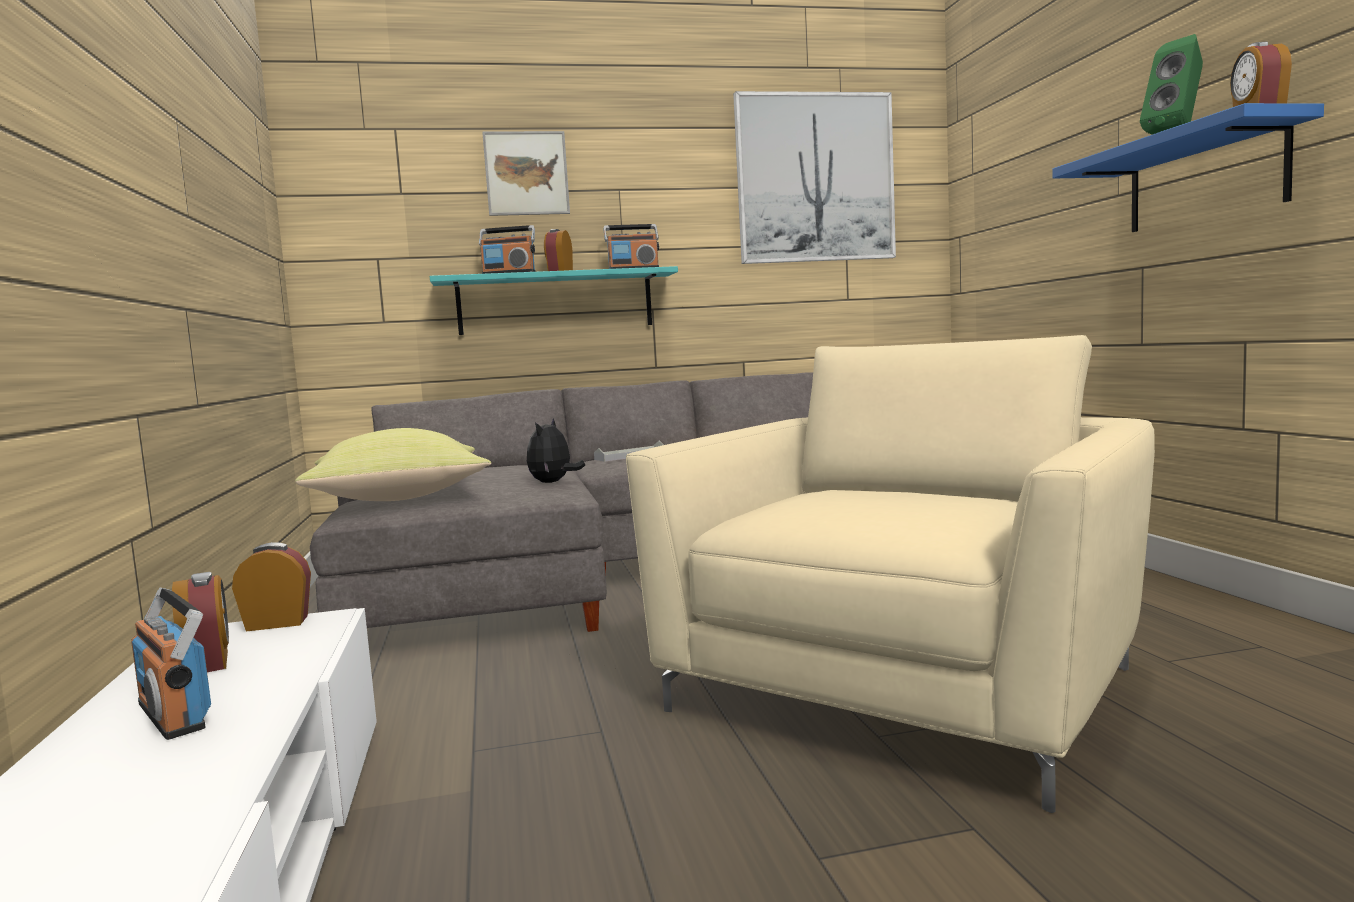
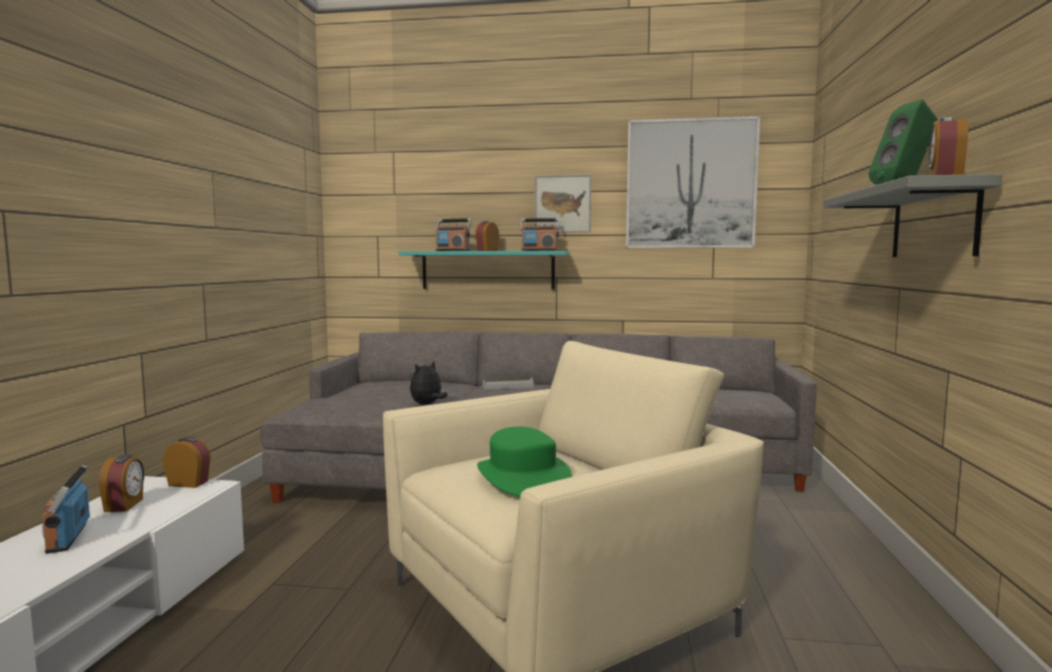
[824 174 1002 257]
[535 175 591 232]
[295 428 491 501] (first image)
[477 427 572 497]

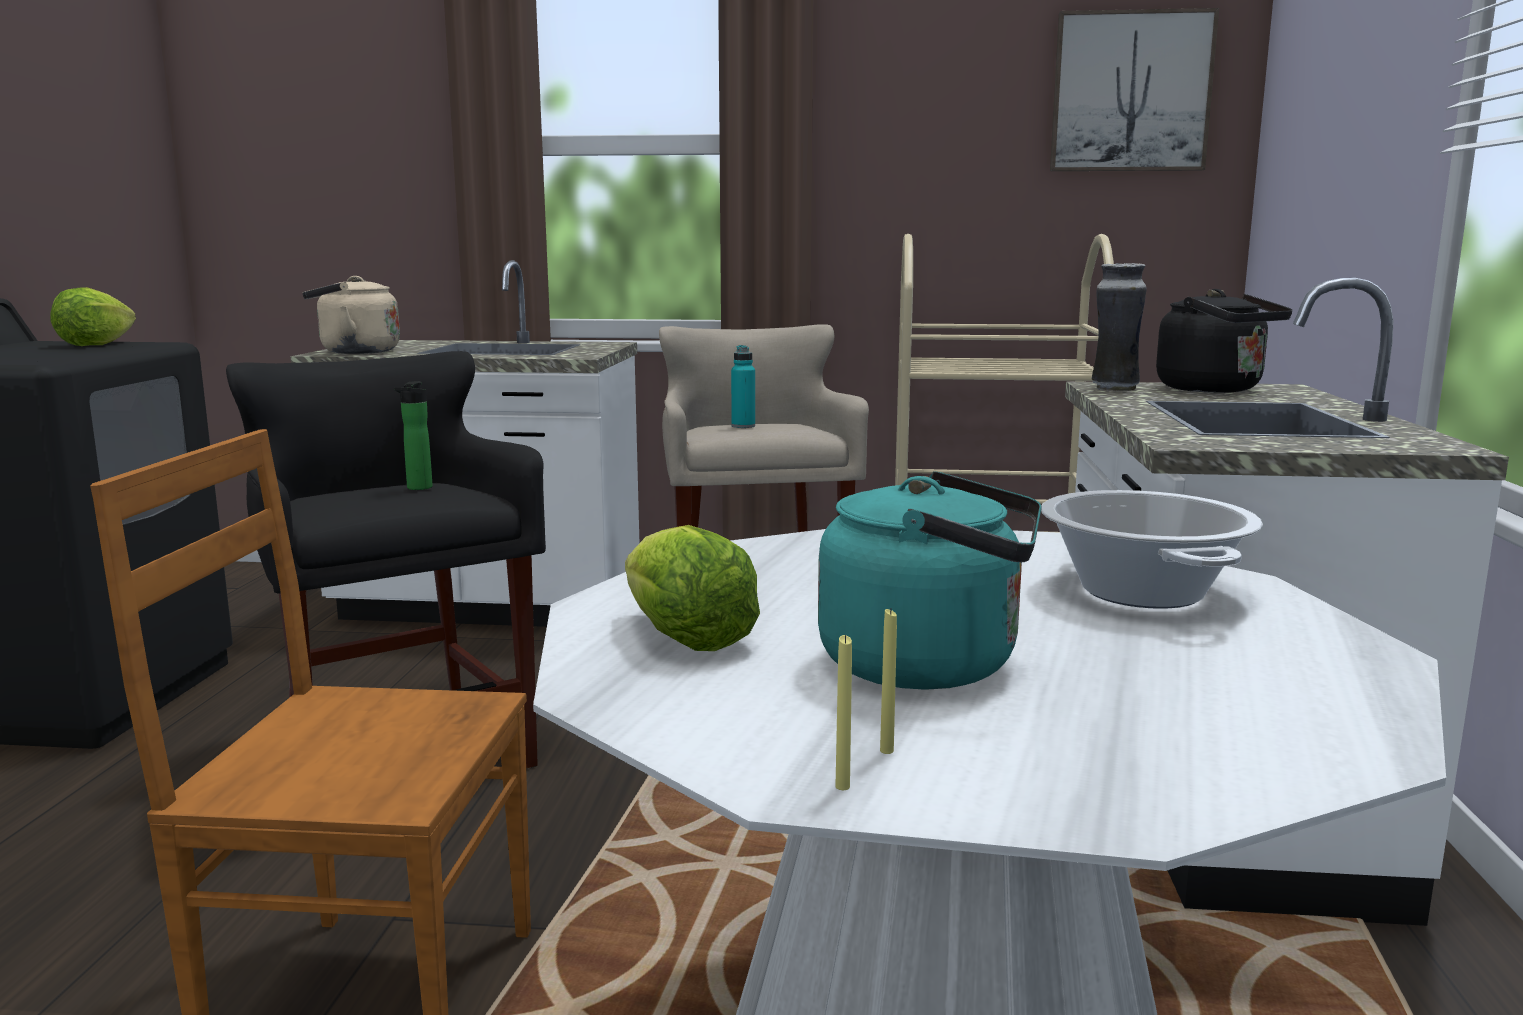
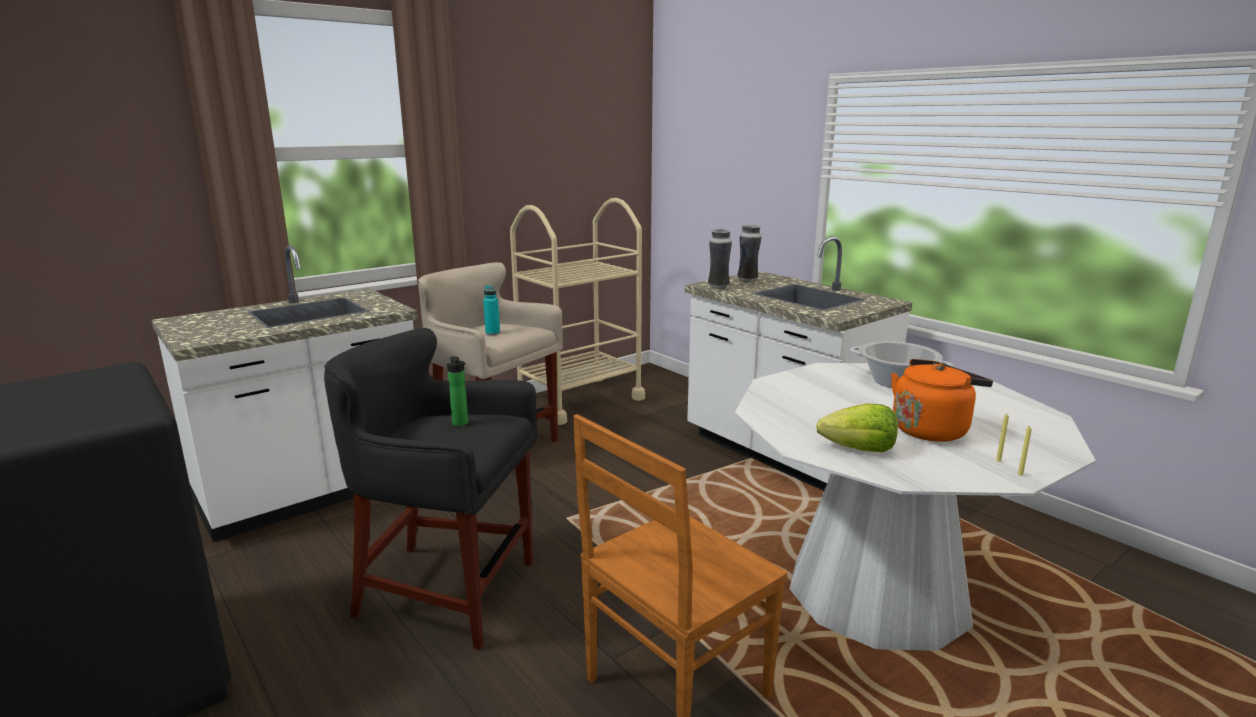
[1050 8 1219 171] (first image)
[303 276 400 354] (first image)
[50 287 136 346] (first image)
[737 225 761 282]
[891 359 993 442]

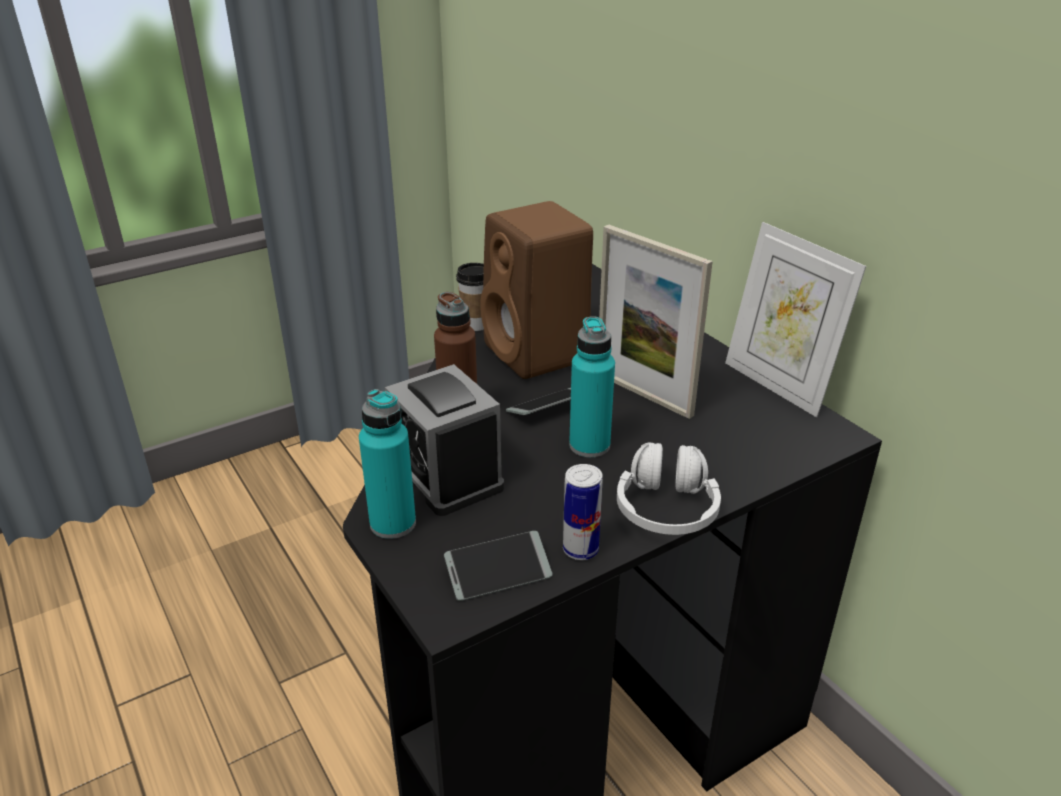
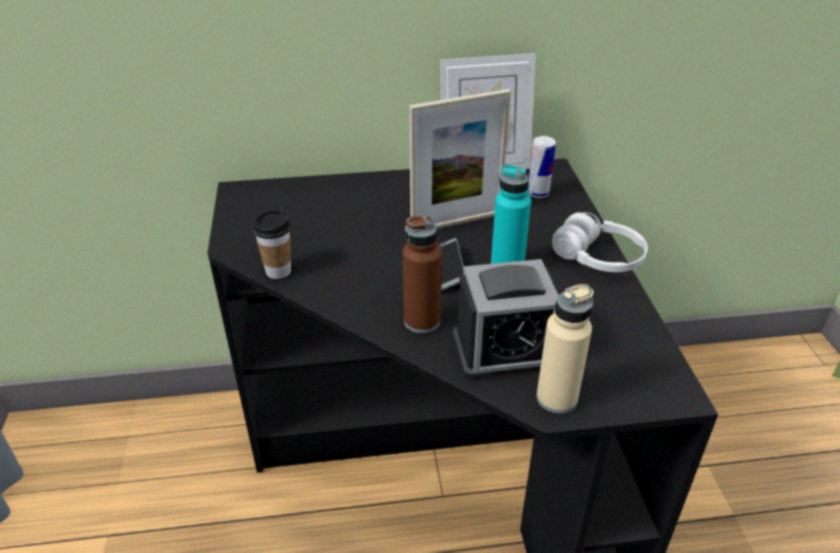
[480 201 593 379] (first image)
[536 284 594 414]
[528 136 556 198]
[444 531 553 601] (first image)

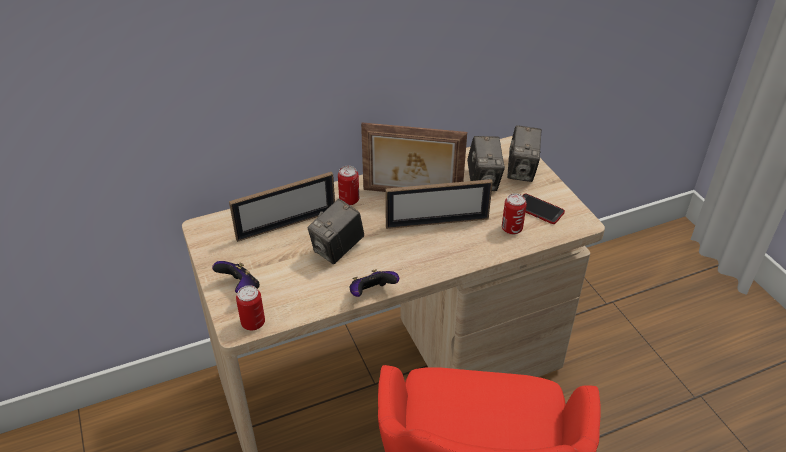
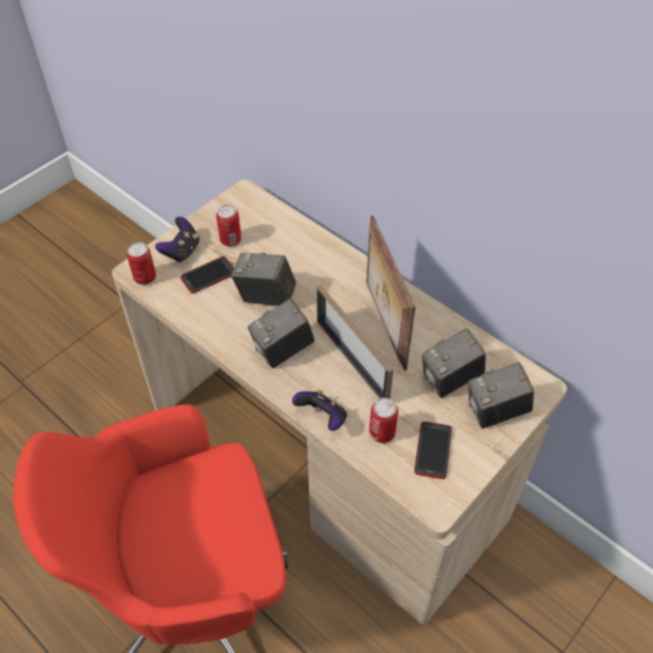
[216 205 241 247]
[229 172 335 242] (first image)
[292 389 347 431]
[180 256 234 294]
[248 299 315 368]

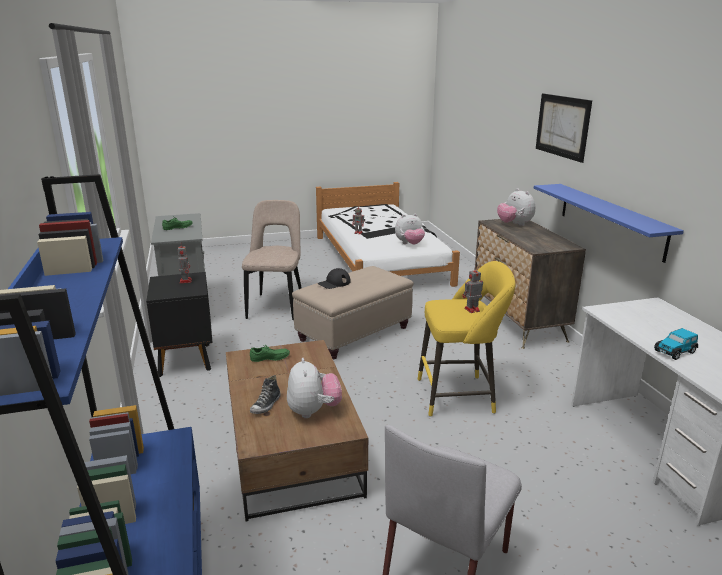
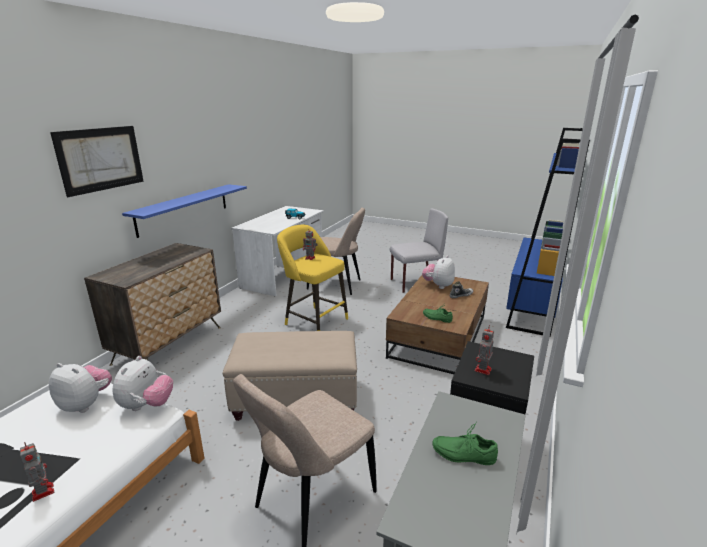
[112 356 173 411]
[318 268 350 289] (first image)
[307 208 365 295]

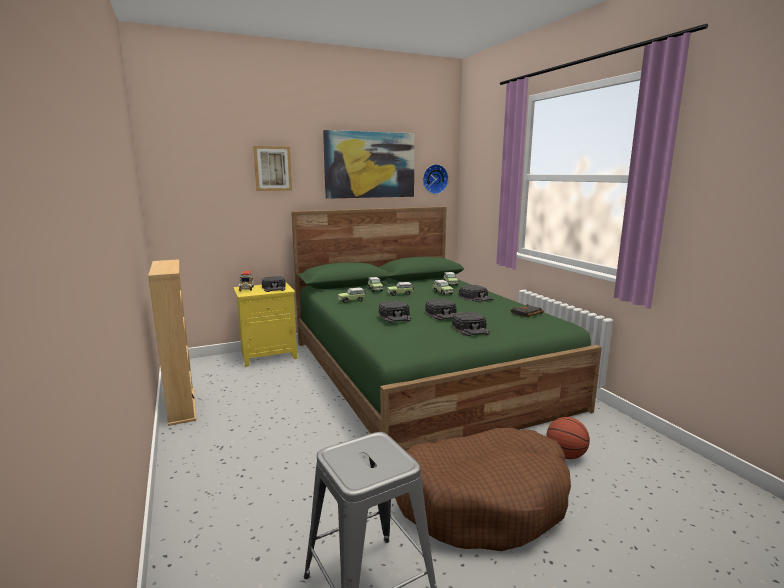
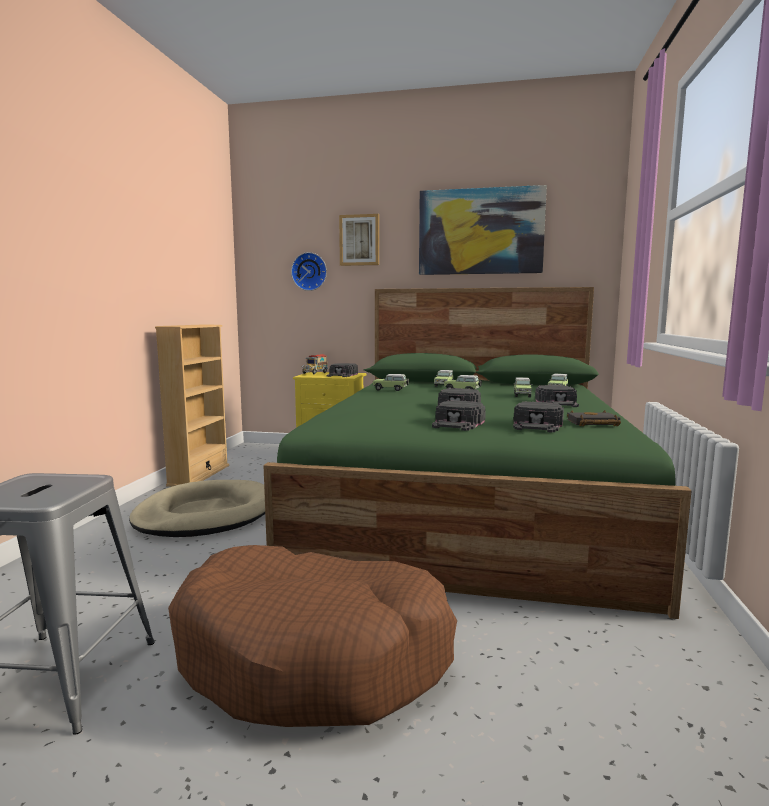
[291 252 327 291]
[513 402 564 433]
[546 417 590 459] (first image)
[129 480 265 537]

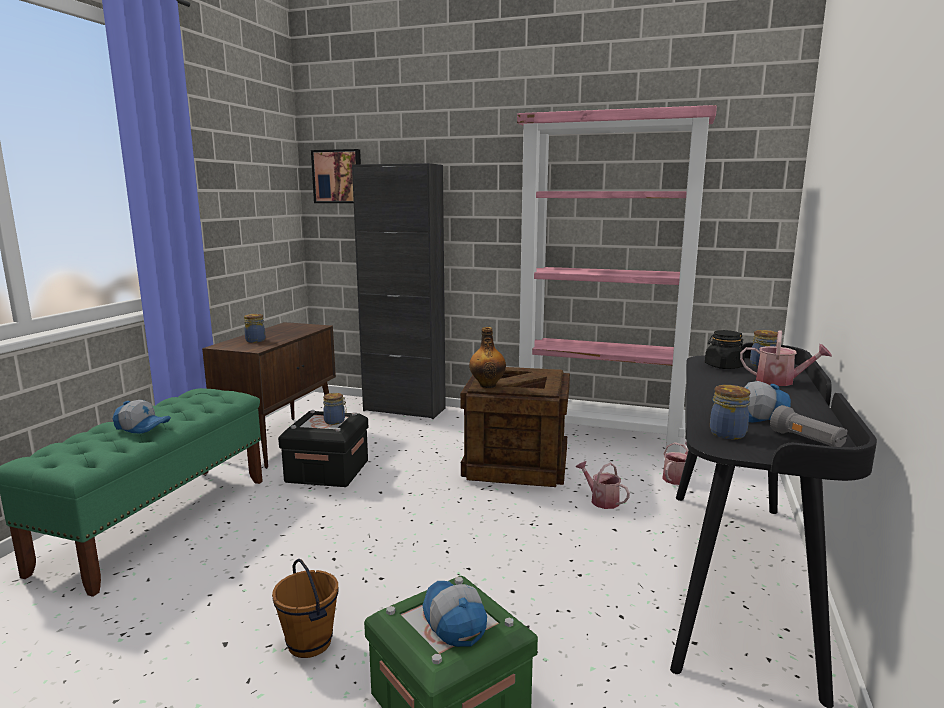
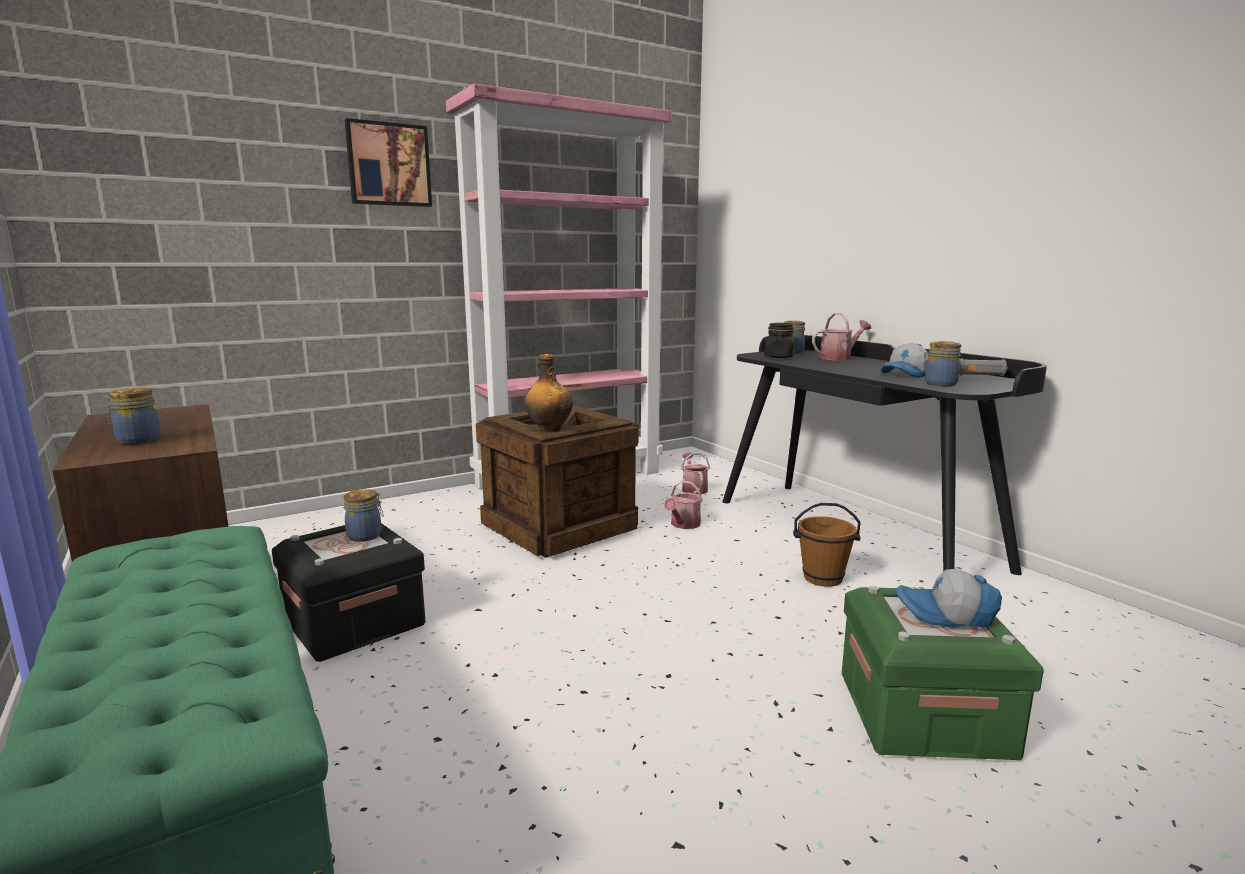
[345 118 432 207]
[352 163 446 419] (first image)
[113 400 171 434] (first image)
[664 481 702 529]
[793 503 861 587]

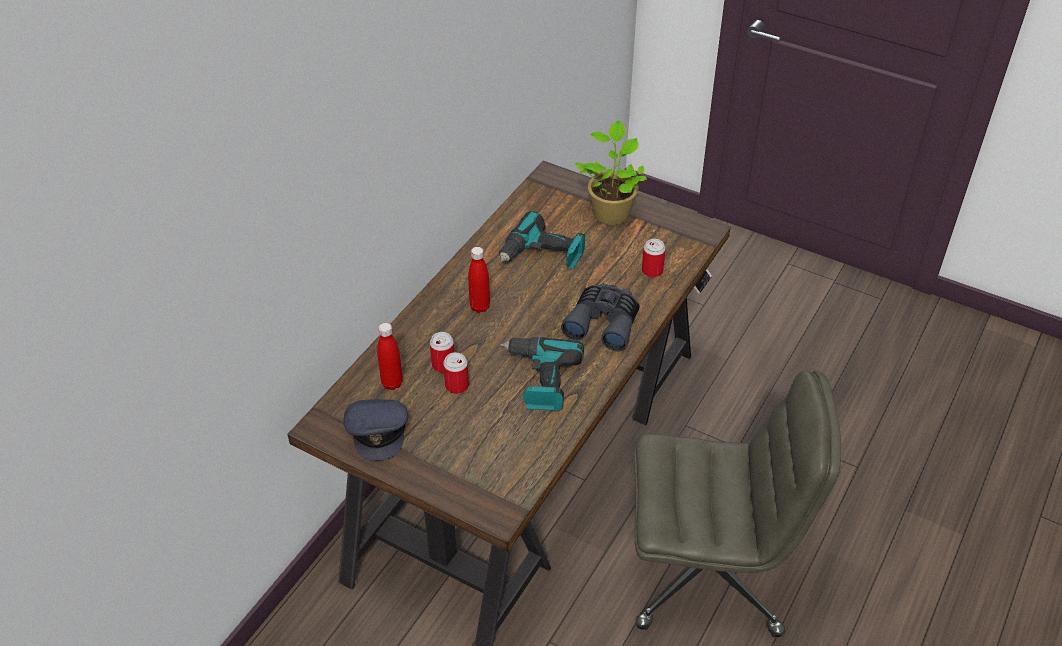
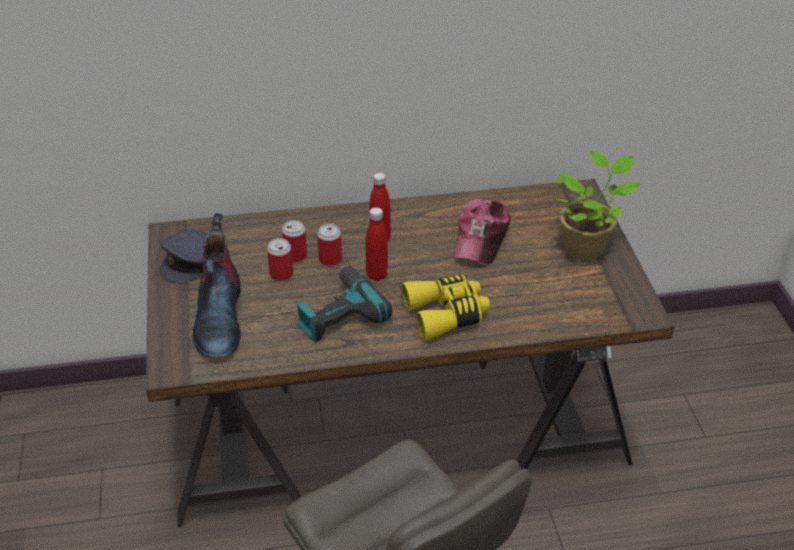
[454 199 511 264]
[317 224 342 266]
[401 274 490 341]
[366 207 388 281]
[192 213 241 358]

